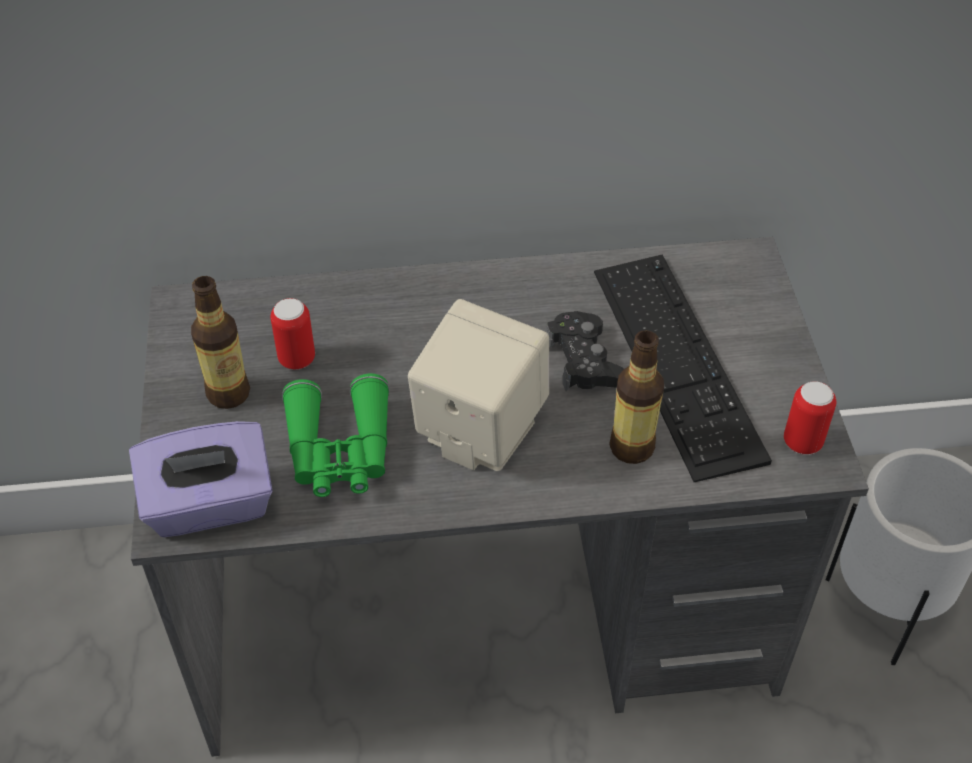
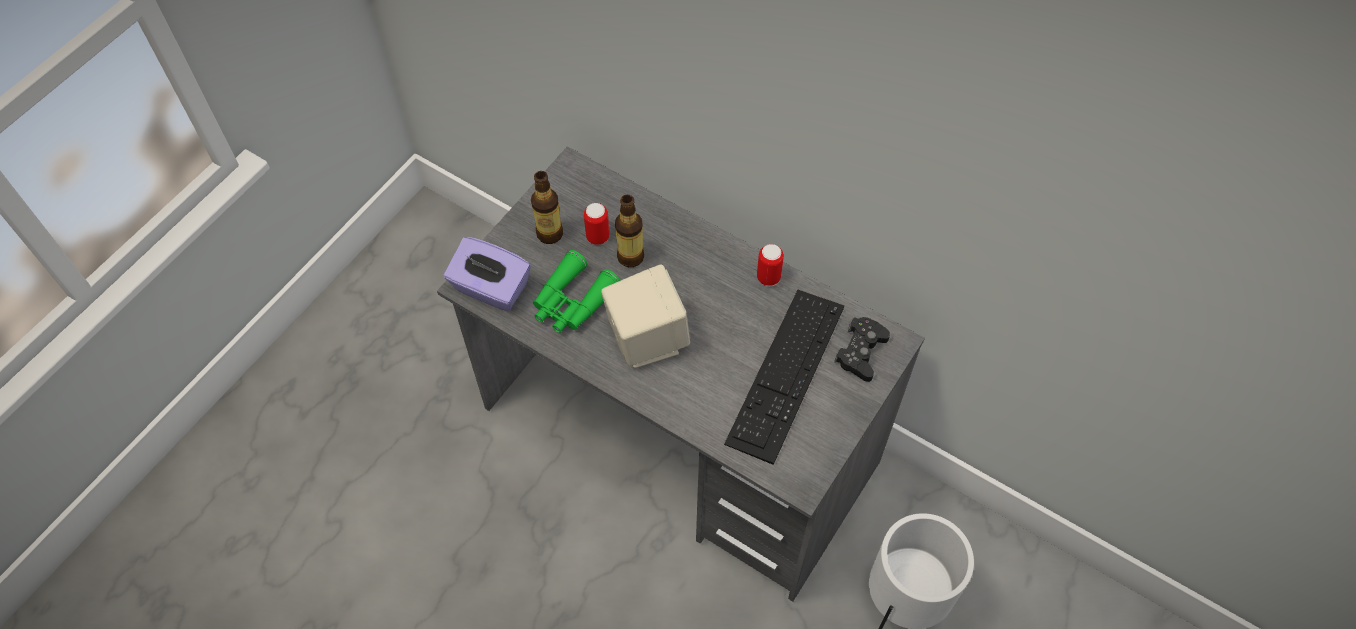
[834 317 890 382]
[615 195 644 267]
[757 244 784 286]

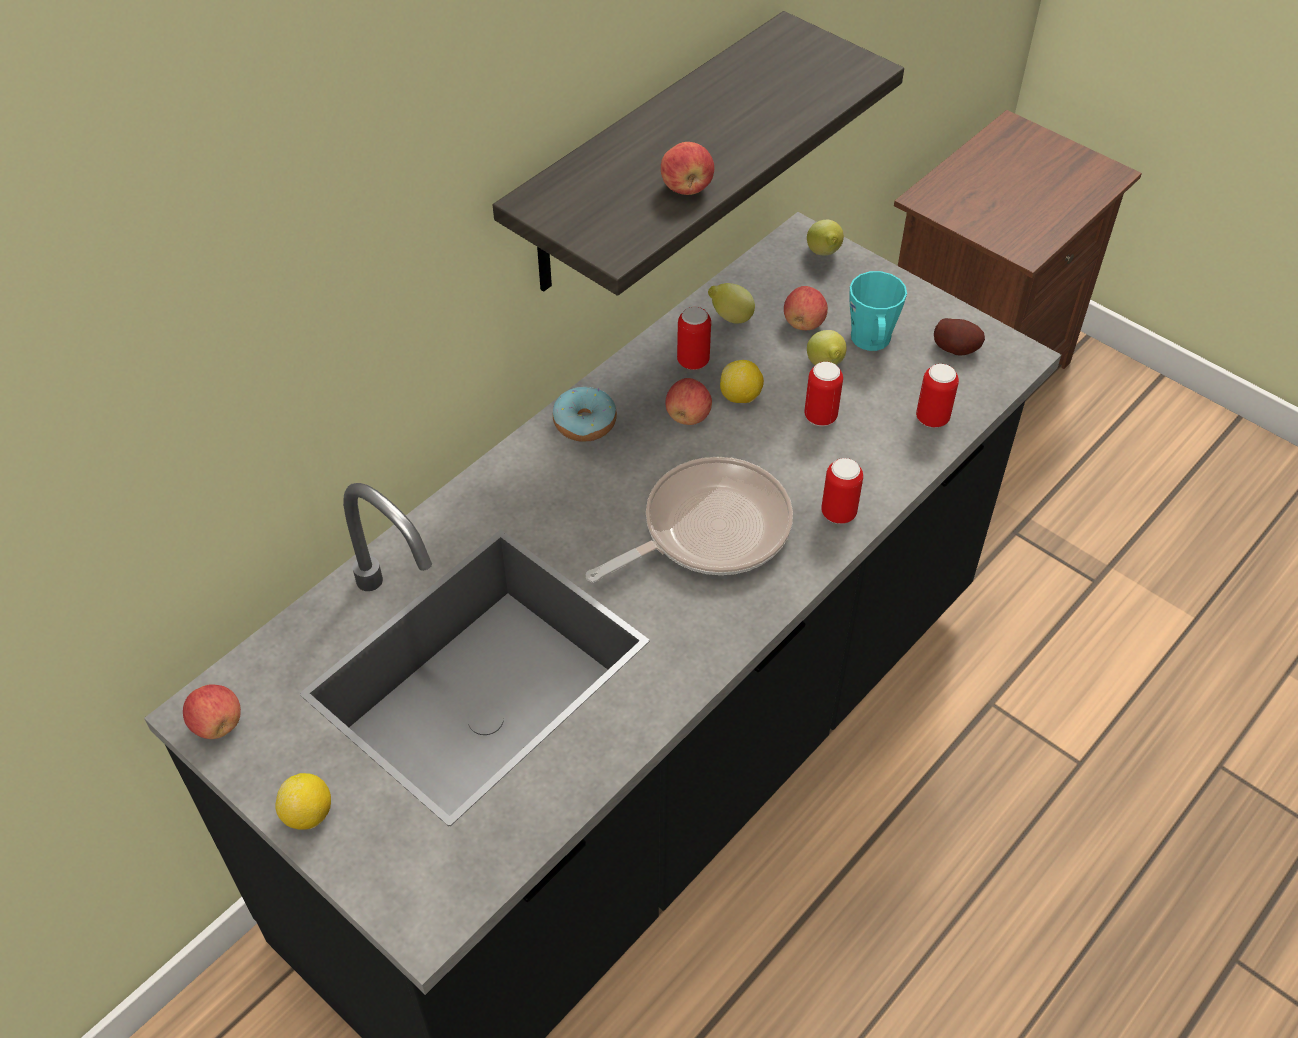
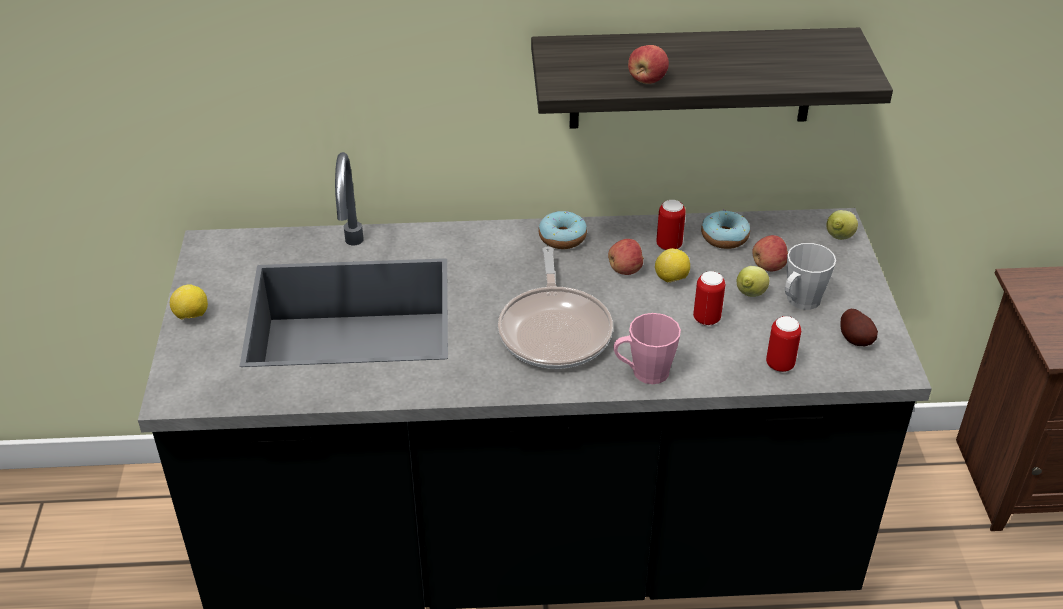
[785 243 836 310]
[701 210 750 249]
[498 246 613 369]
[613 313 681 384]
[183 684 241 739] (first image)

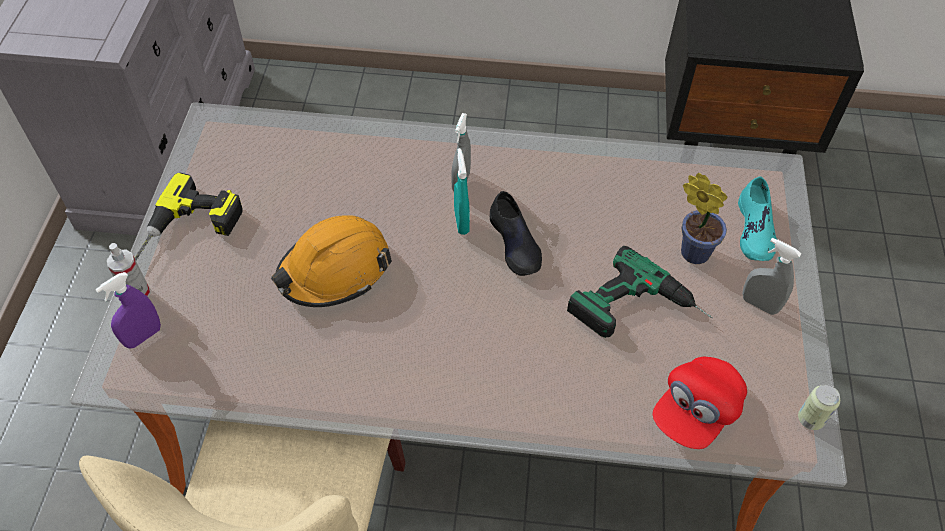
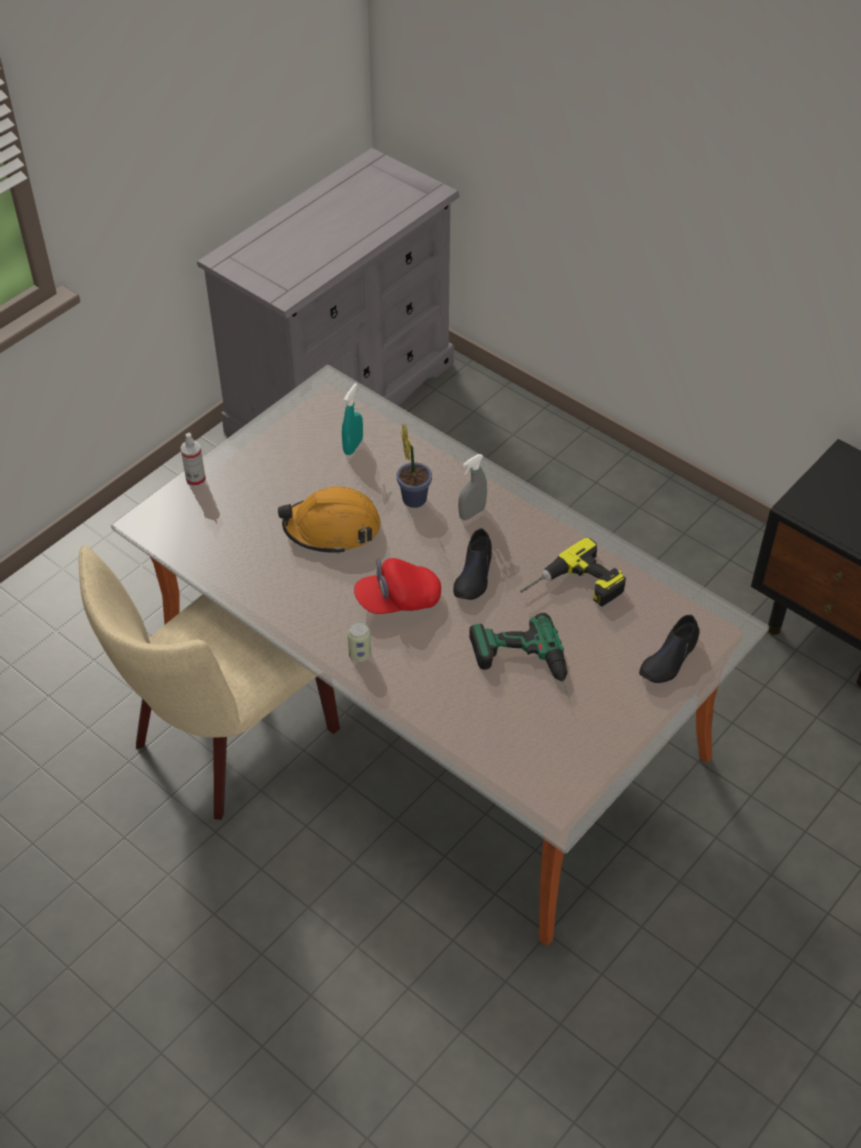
[342 383 363 455]
[520 538 626 607]
[396 423 432 508]
[639 615 700 683]
[742 238 801 315] (first image)
[95 272 161 349] (first image)
[354 558 441 614]
[347 622 371 662]

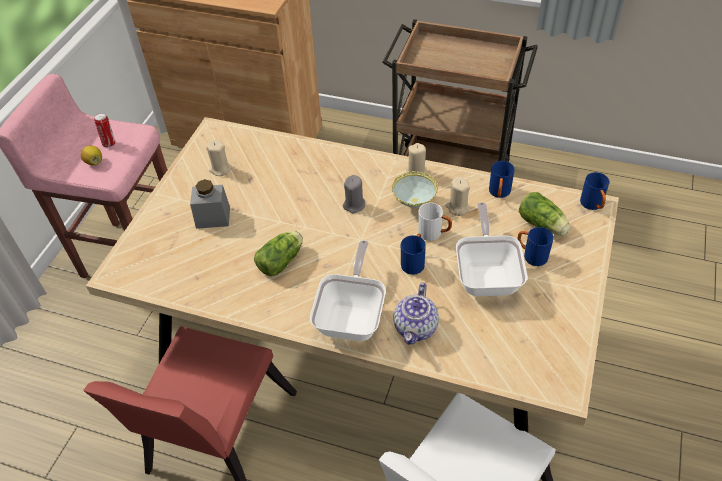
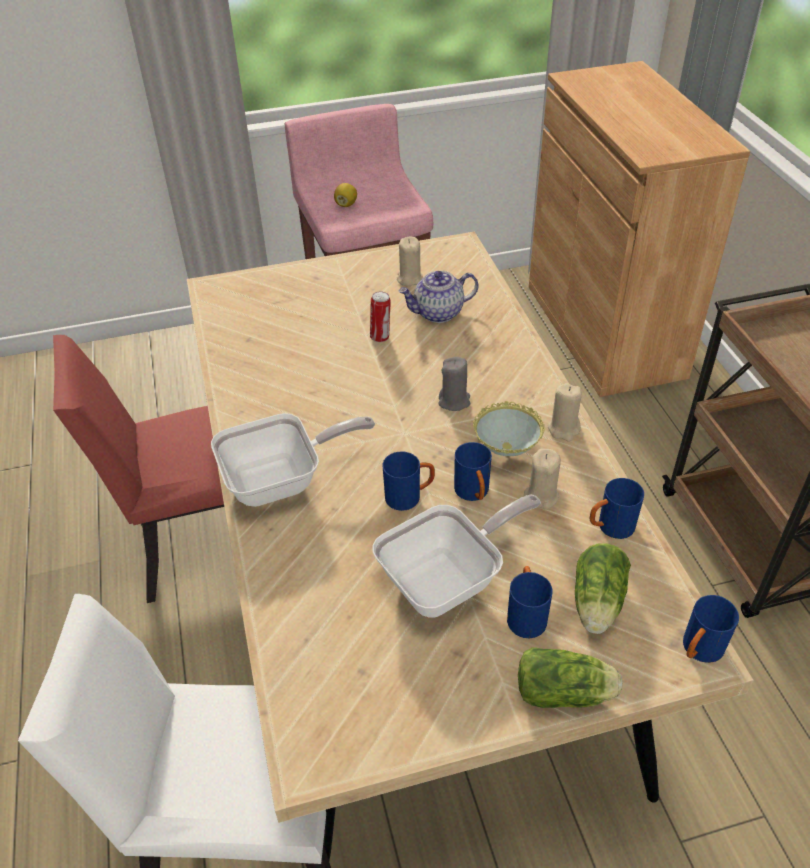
[370 292 391 342]
[190 179 230 229] (first image)
[454 442 492 501]
[518 647 623 708]
[398 271 478 323]

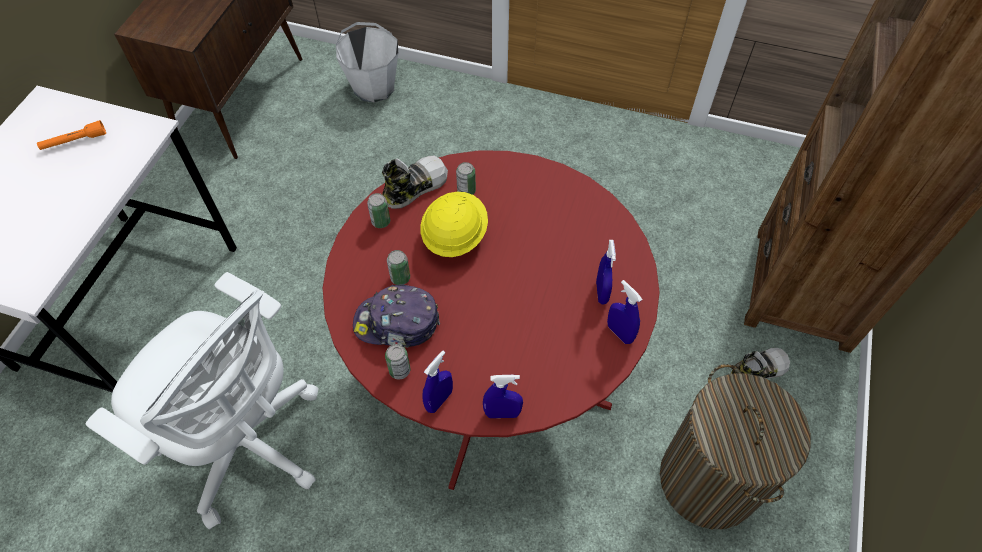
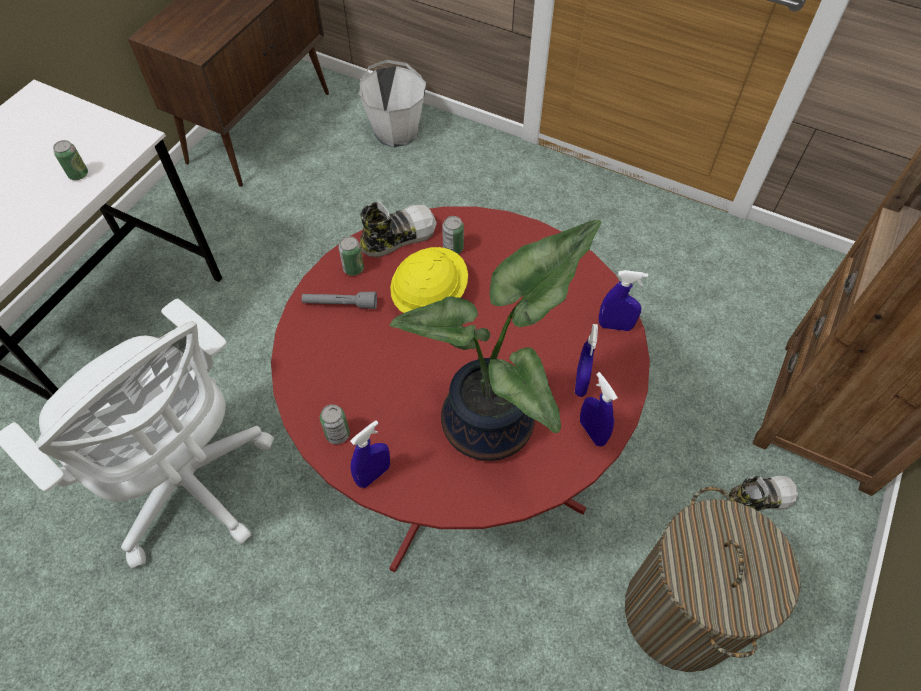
[37 120 106 150] (first image)
[53 140 88 180]
[353 284 440 348] (first image)
[599 270 648 331]
[390 220 601 461]
[302 291 377 309]

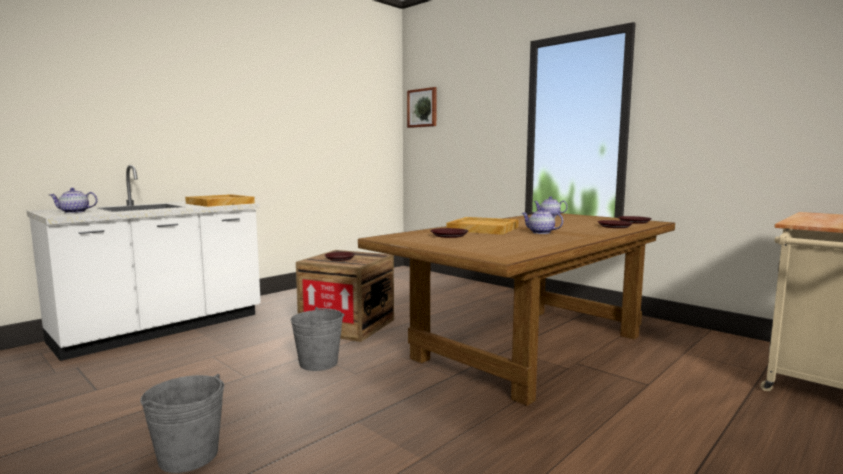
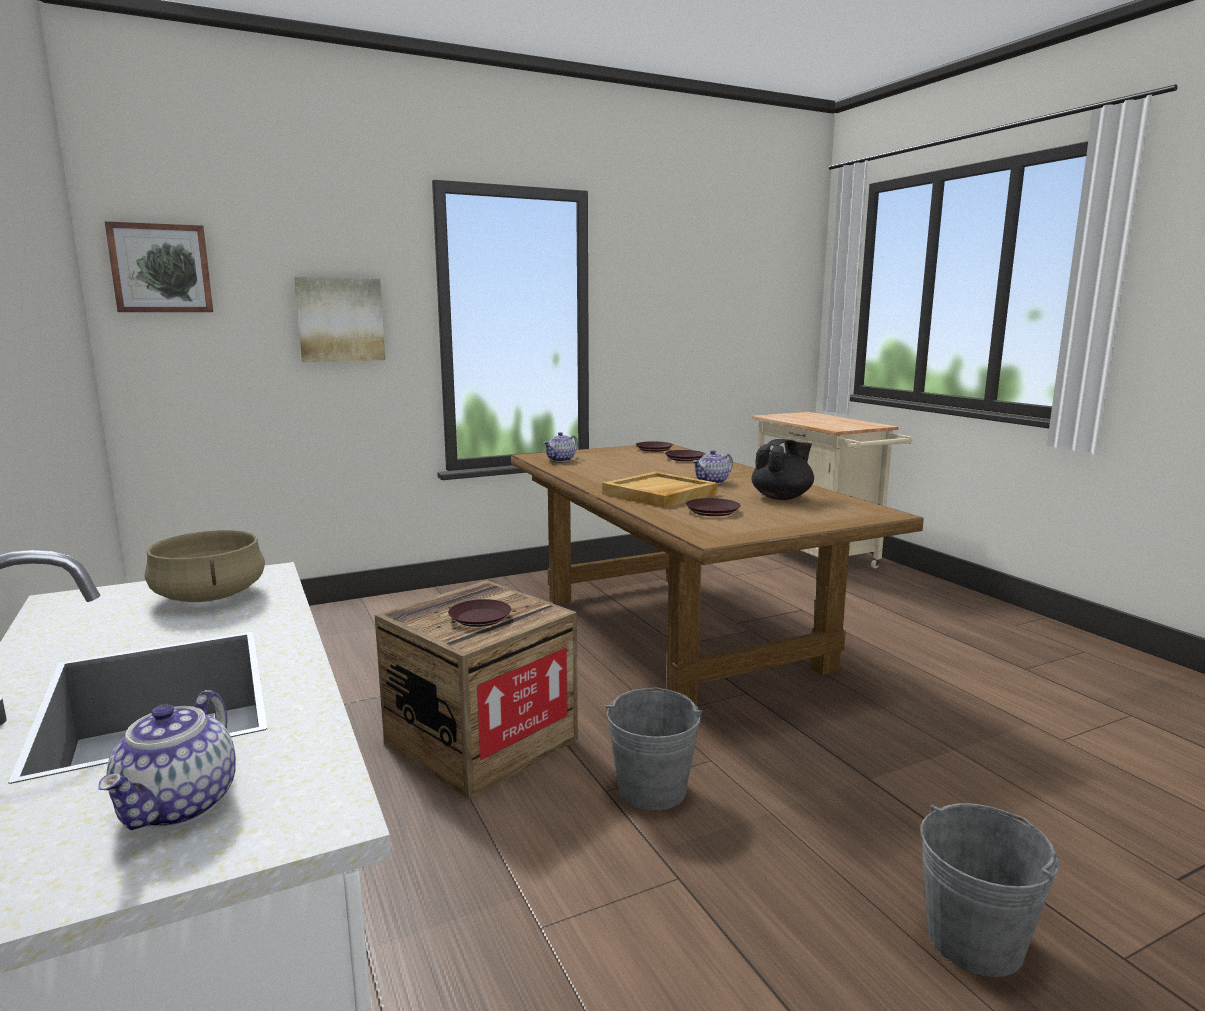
[145 530 265 602]
[294 277 385 362]
[751 439 814 500]

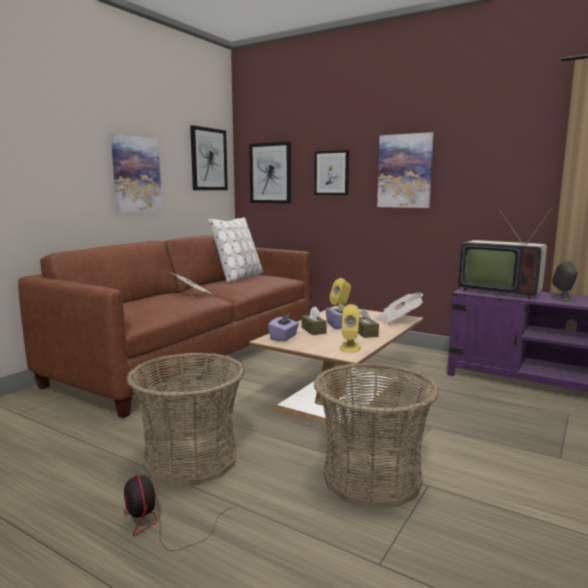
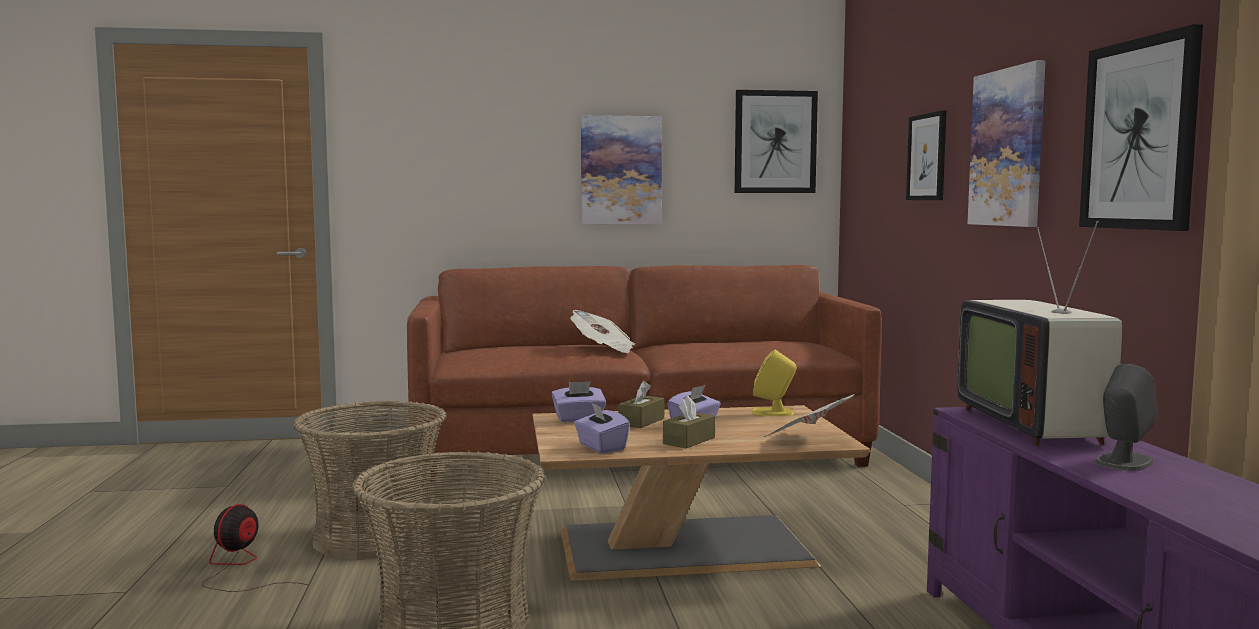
[1079 24 1203 231]
[208 217 263 283] (first image)
[574 402 630 454]

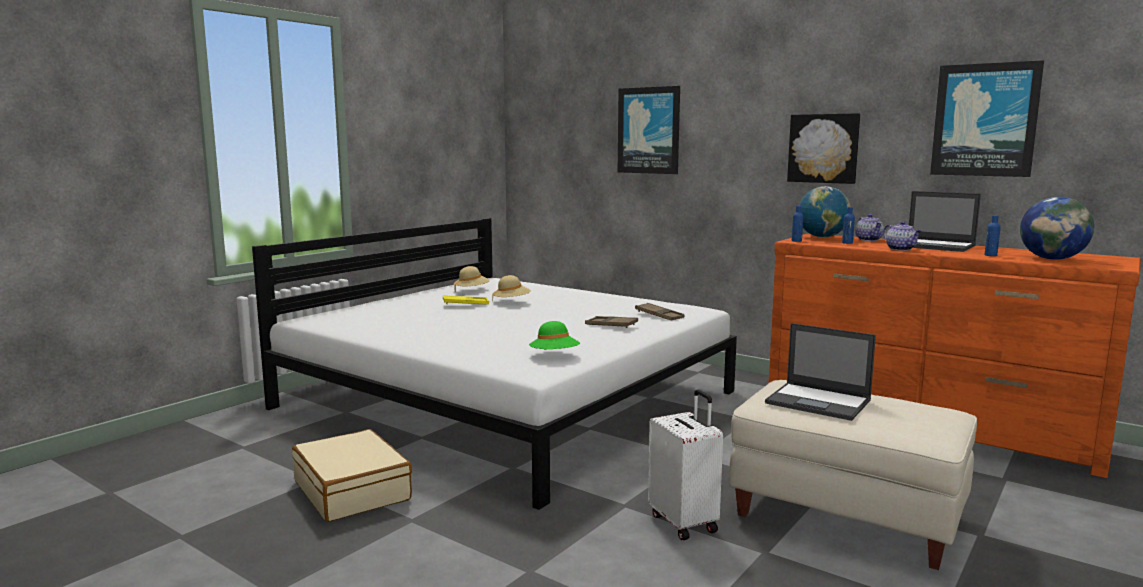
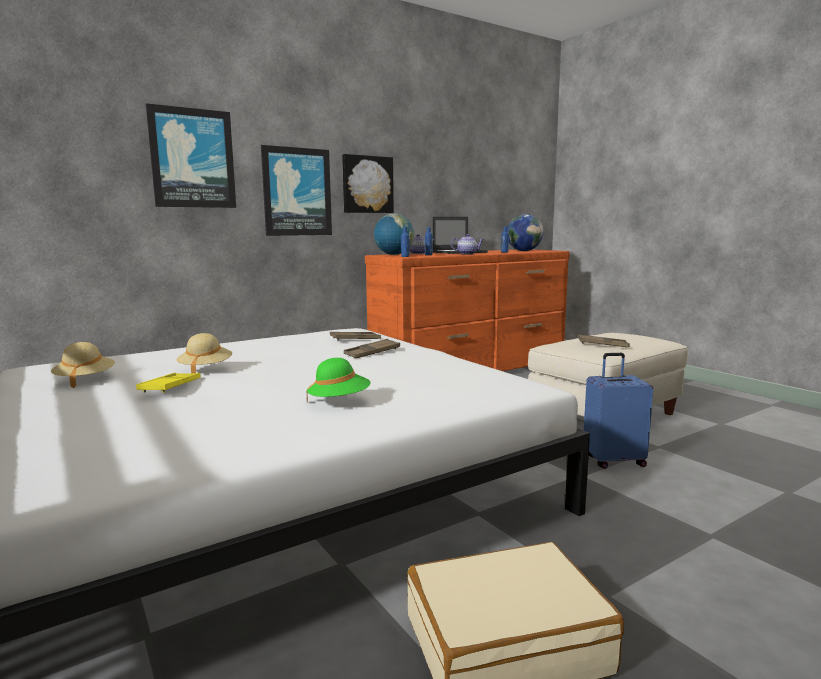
[261 145 332 236]
[306 358 371 402]
[578 334 630 347]
[584 353 653 469]

